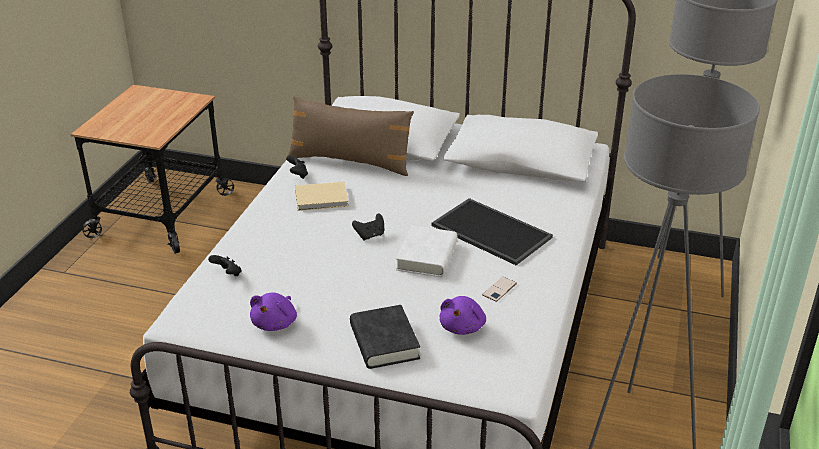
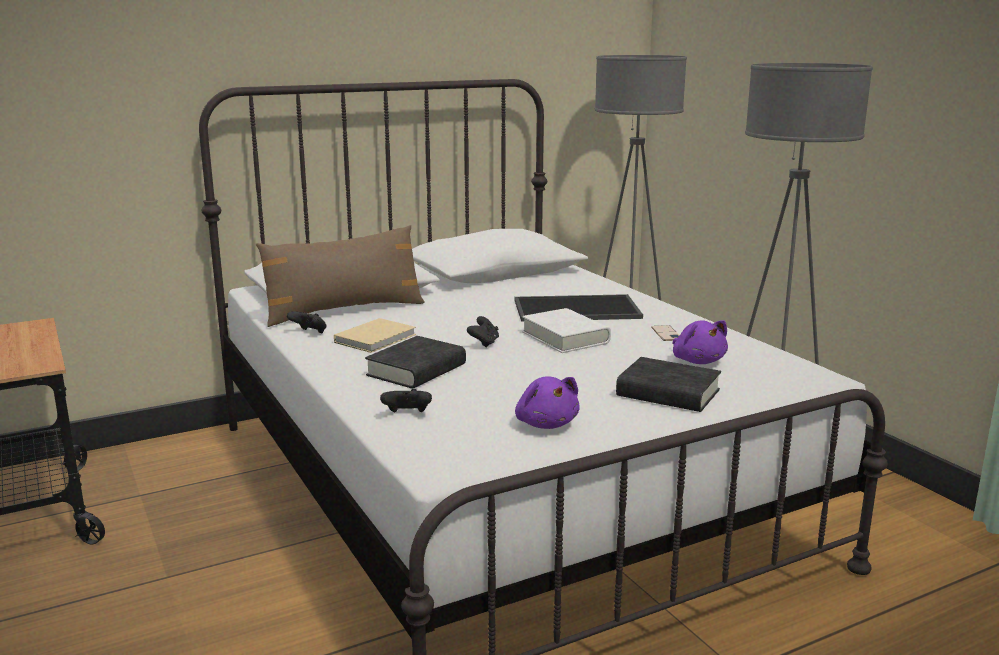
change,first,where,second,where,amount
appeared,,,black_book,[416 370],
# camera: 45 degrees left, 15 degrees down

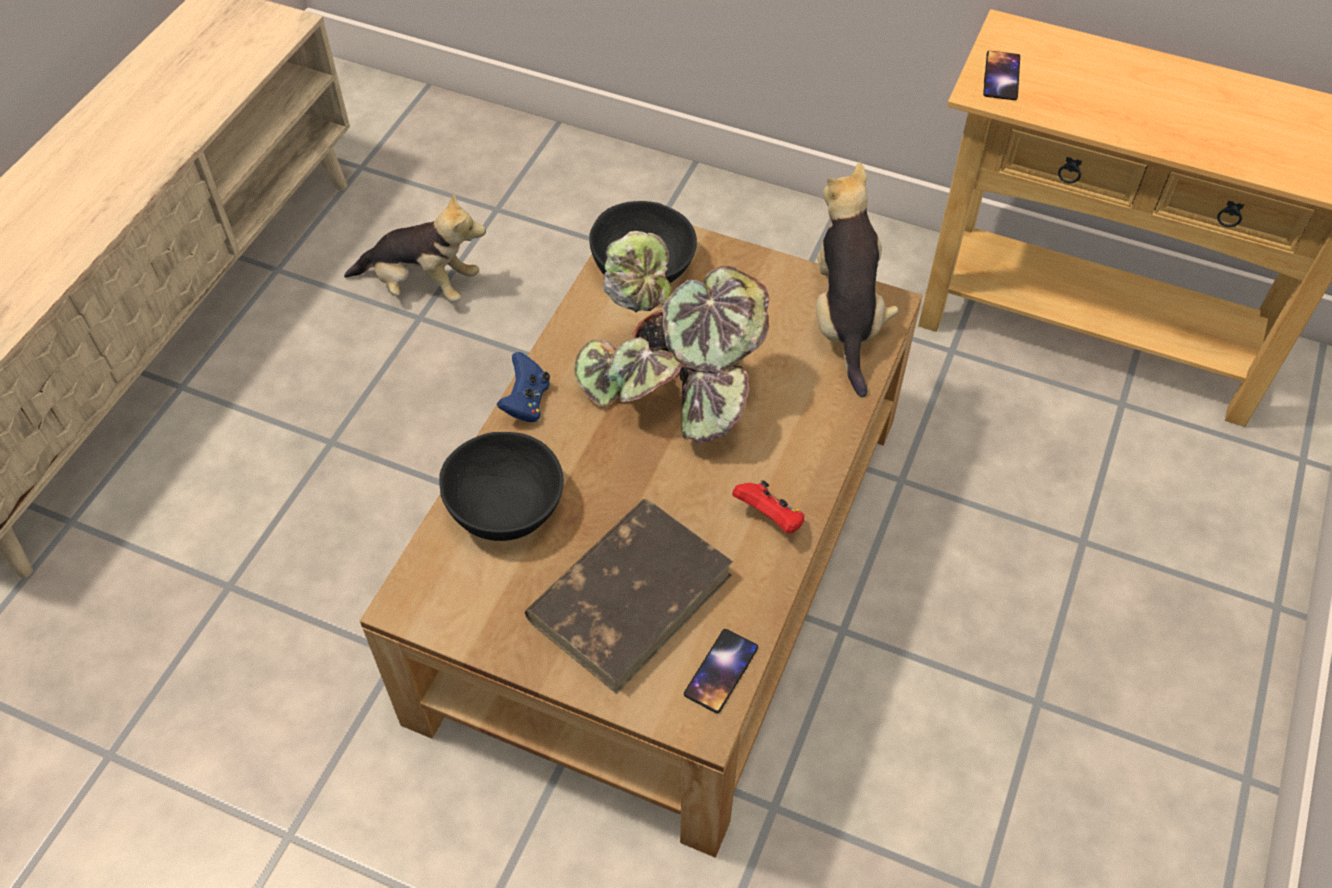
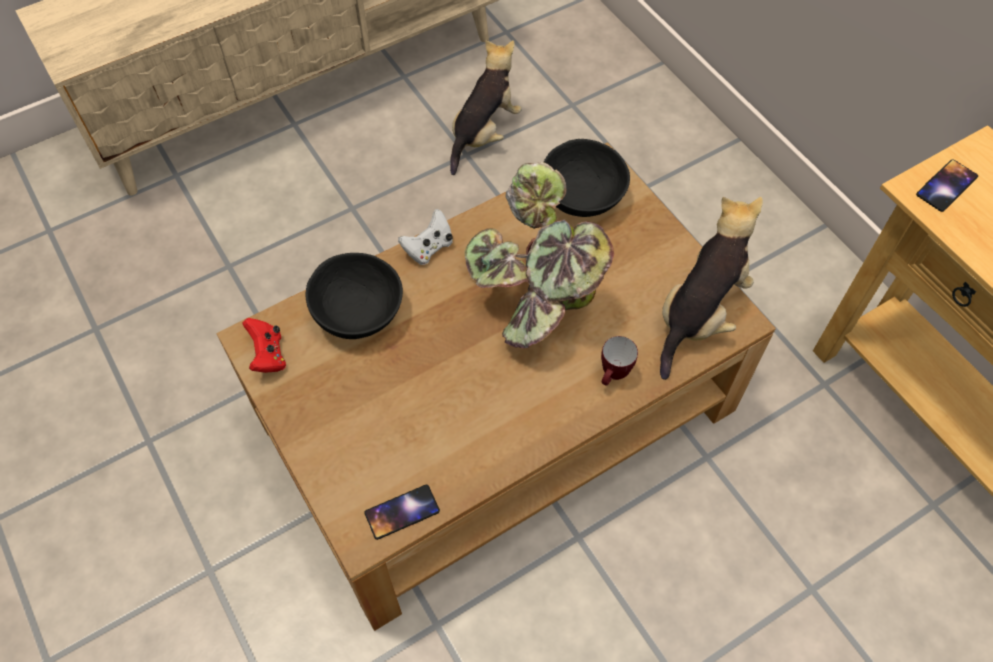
change,first,where,second,where,amount
spun,plush_toy,[422 286],,[484 133],105 degrees counterclockwise
colour,bluish_joypad,[526 402],white_joypad,[428 248],
missing,brown-coloured_book,[631 596],,,
relocated,red_joypad,[770 518],,[268 355],
appeared,,,coffee_mug,[613 376],
# camera: 35 degrees right, 5 degrees up

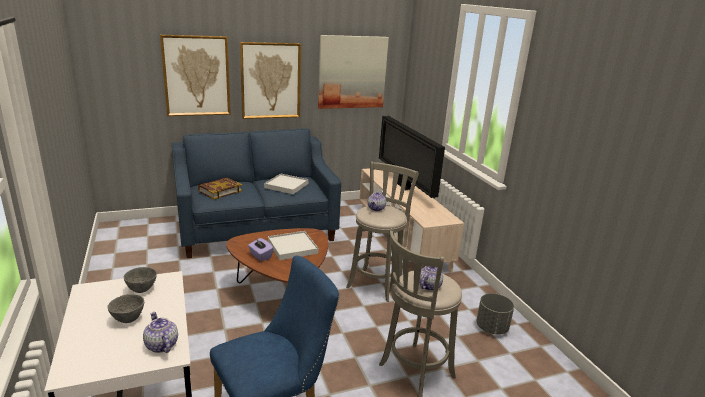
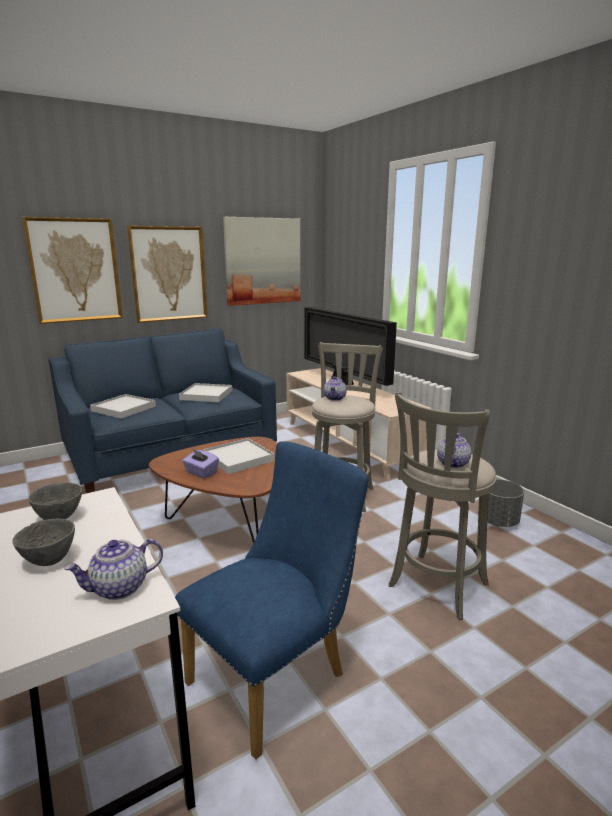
change,first,where,second,where,amount
spun,teapot,[161 345],,[119 588],75 degrees counterclockwise
exchanged,book,[220 191],white_serving_tray,[123 408],
# camera: 10 degrees left, 5 degrees down

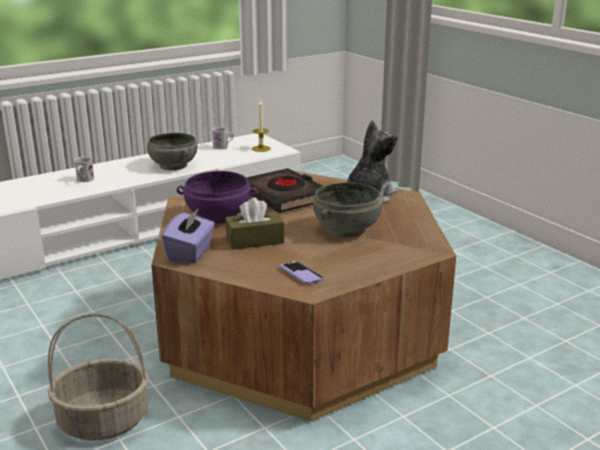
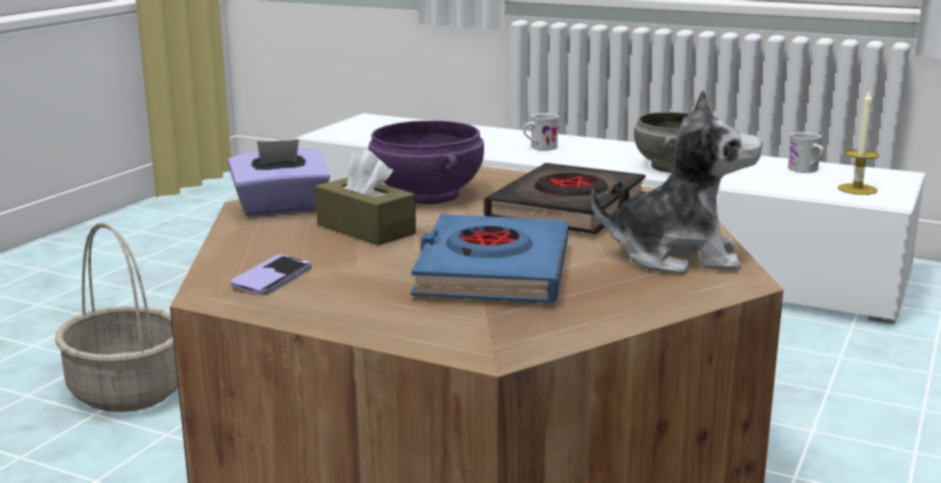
change,first,where,second,where,amount
exchanged,gray_serving_bowl,[347 230],bluish_book,[492 271],
# camera: 60 degrees right, 5 degrees down

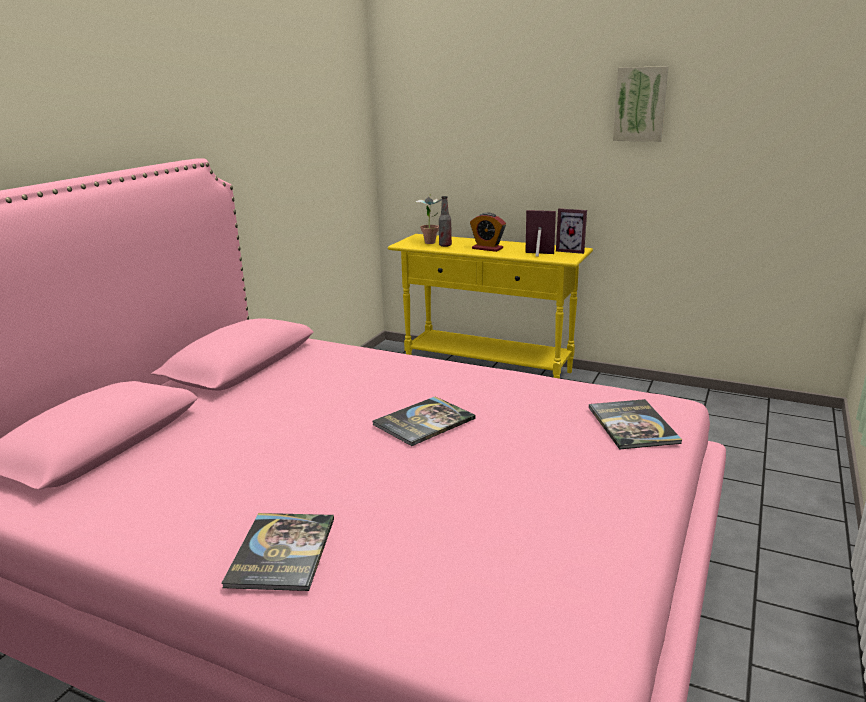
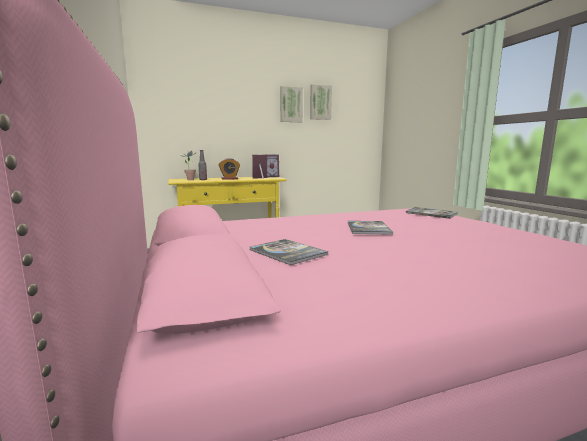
change,first,where,second,where,amount
relocated,book,[282 552],,[287 252],
appeared,,,picture,[320 102],
# camera: 45 degrees left, 10 degrees down

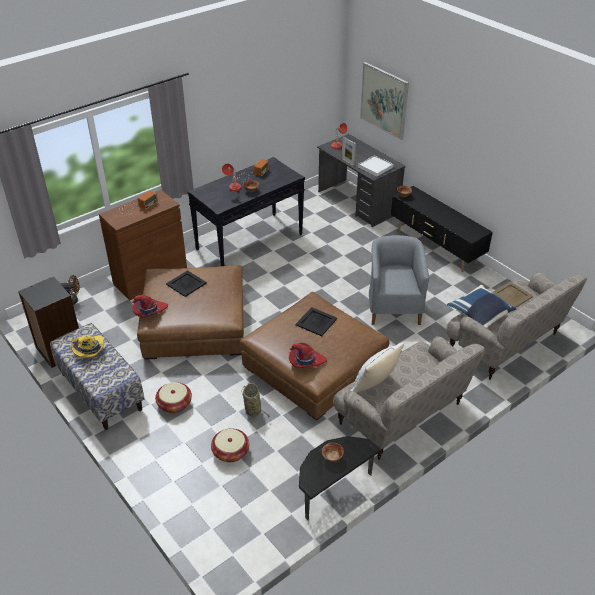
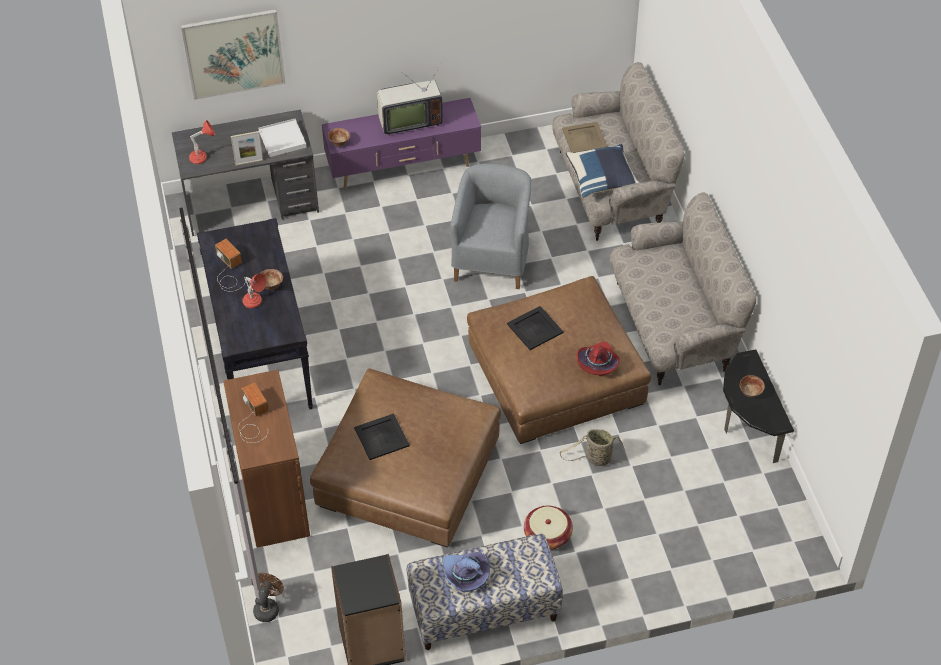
change,first,where,second,where,amount
colour,yellow-coloured_clothing_hat,[90 350],purple_clothing_hat,[465 575],
missing,red_clothing_hat,[149 311],,,
missing,basket,[230 452],,,
missing,white_cushion,[374 386],,,
spun,gray_armchair,[393 306],,[492 257],75 degrees clockwise
colour,black_tv_unit,[435 247],purple_tv_unit,[404 168],
appeared,,,TV_set,[409 121],
# camera: 65 degrees left, 10 degrees up

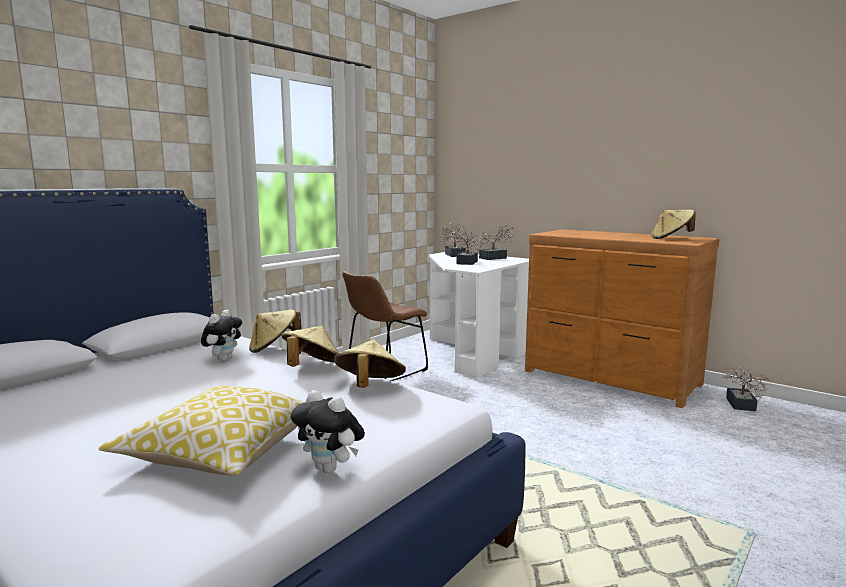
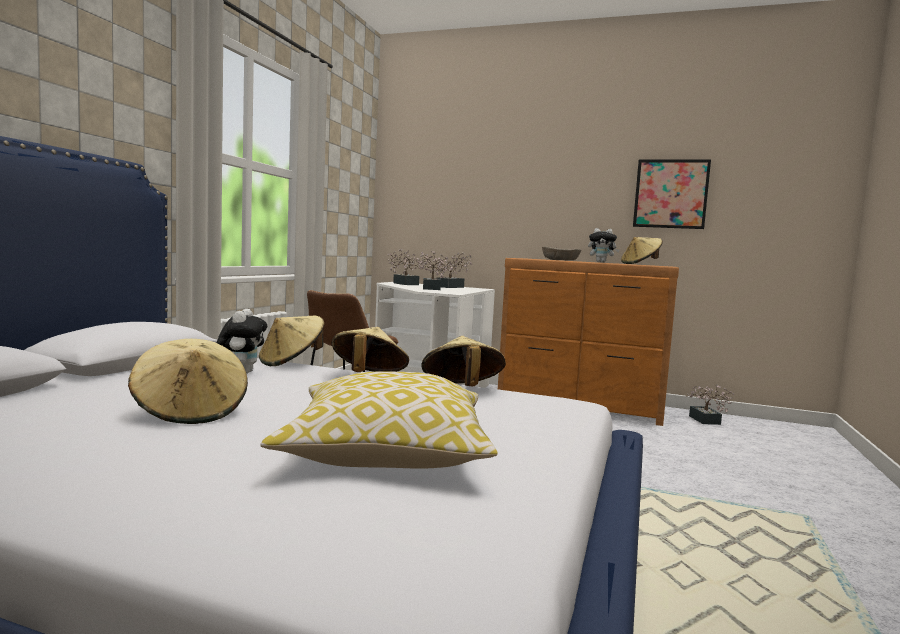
change,first,where,second,where,amount
relocated,plush_toy,[330 469],,[601 262],
appeared,,,beige-coloured_clothing_hat,[191 412],
appeared,,,beige-coloured_serving_bowl,[560 260],
appeared,,,picture,[670 194],
# camera: 20 degrees left, 5 degrees down

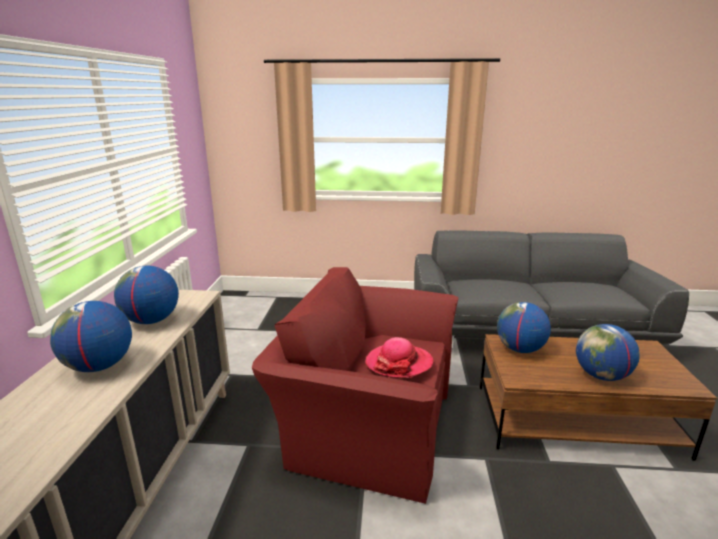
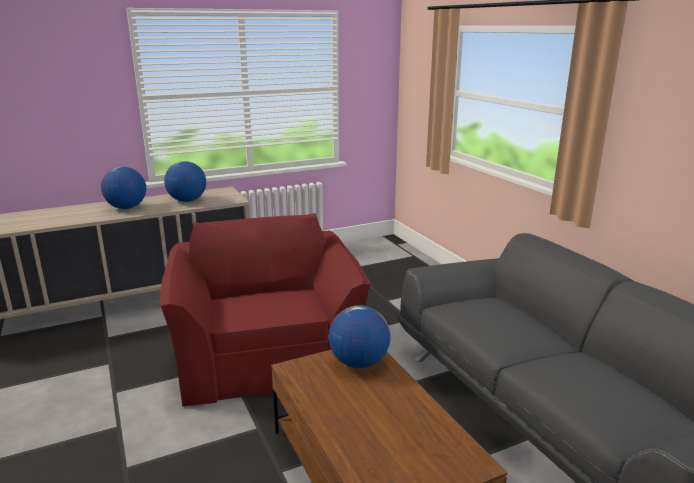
change,first,where,second,where,amount
missing,clothing_hat,[399 363],,,
missing,world_globe,[601 376],,,
# camera: 60 degrees right, 0 degrees up

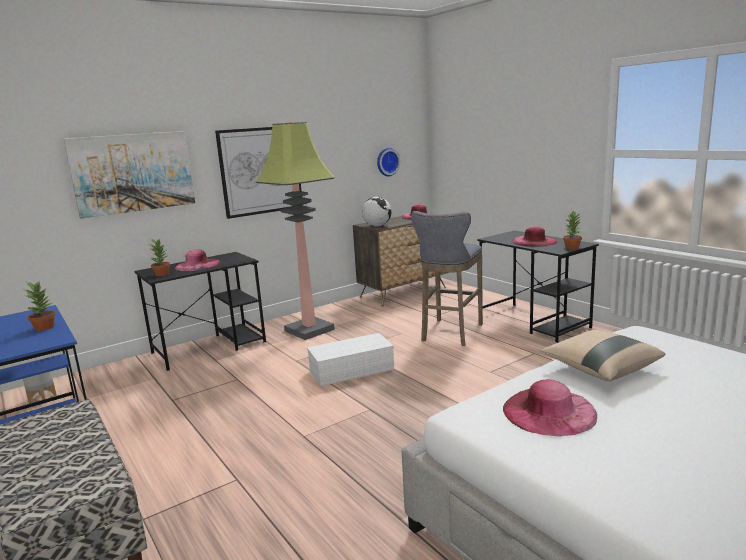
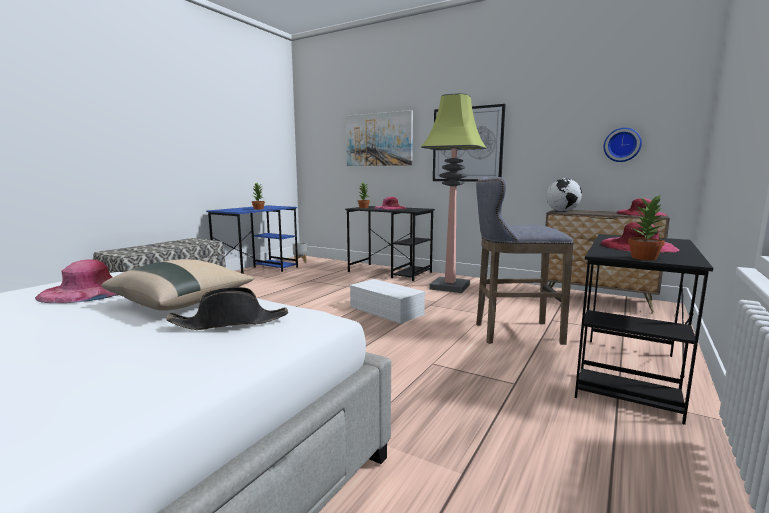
change,first,where,second,where,amount
appeared,,,black_clothing_hat,[231 322],
# camera: 65 degrees right, 5 degrees down

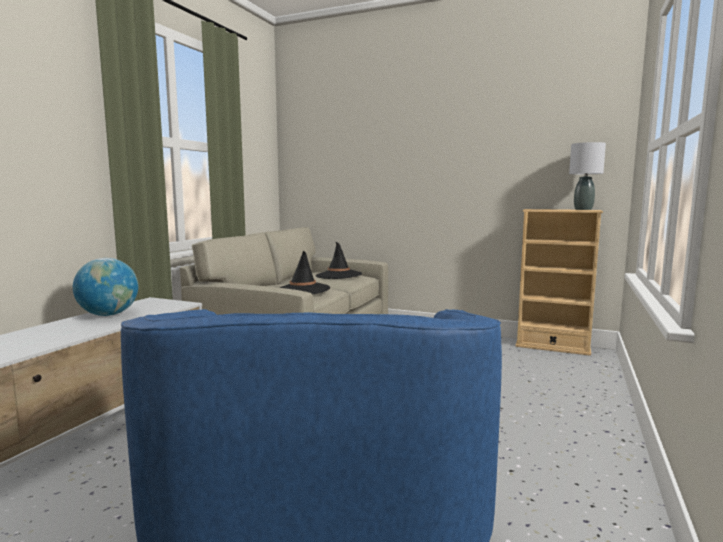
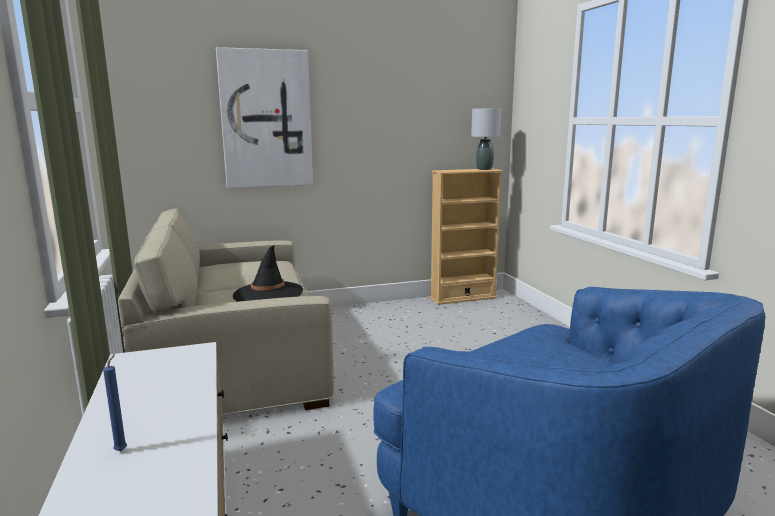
change,first,where,second,where,amount
missing,world_globe,[109 314],,,
missing,black_clothing_hat,[338 275],,,
appeared,,,bluish_candle,[122 450],
appeared,,,picture,[266 119],
# camera: 40 degrees left, 5 degrees up

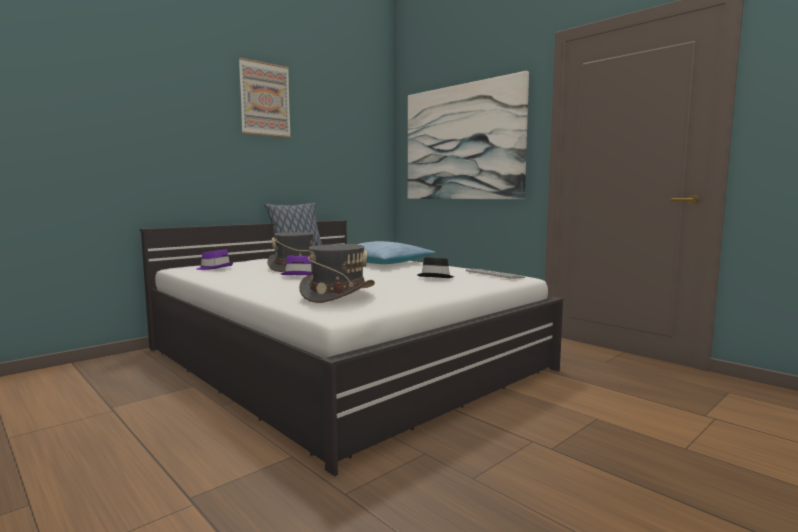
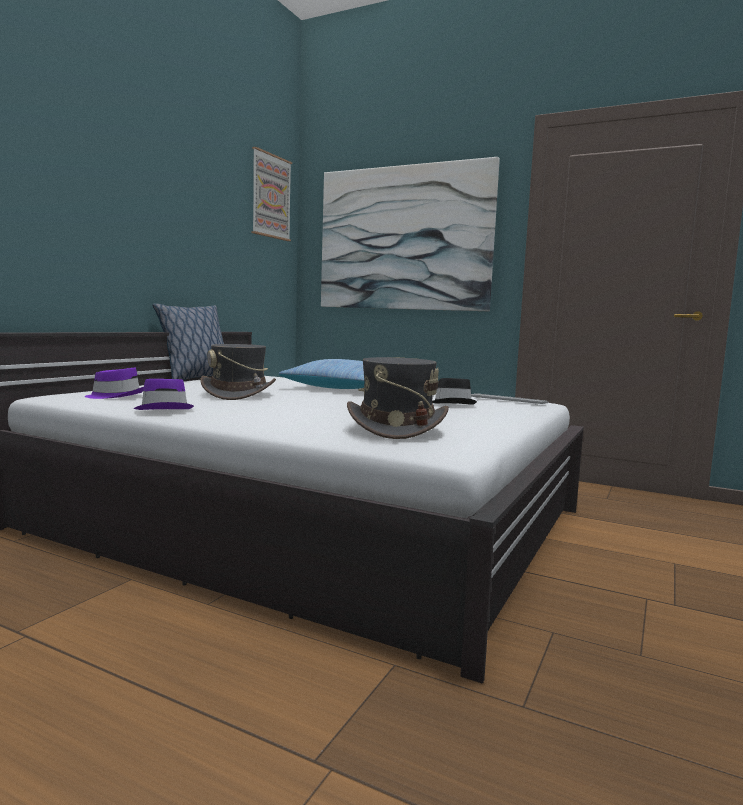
change,first,where,second,where,amount
relocated,picture,[264 99],,[270 196],
relocated,purple_clothing_hat,[299 275],,[164 409],
# camera: 20 degrees left, 0 degrees up

